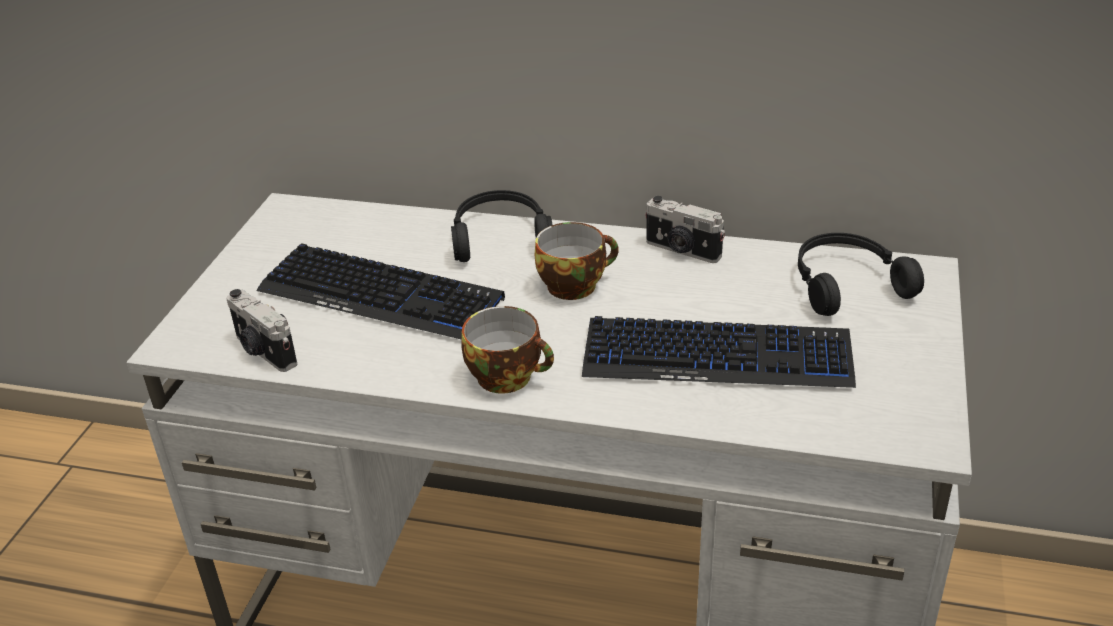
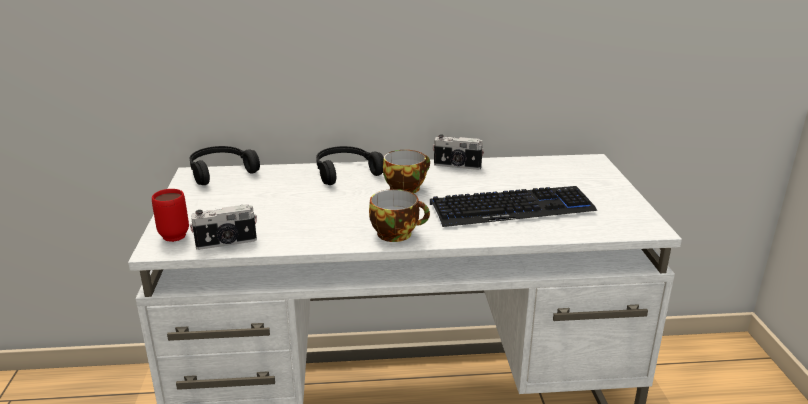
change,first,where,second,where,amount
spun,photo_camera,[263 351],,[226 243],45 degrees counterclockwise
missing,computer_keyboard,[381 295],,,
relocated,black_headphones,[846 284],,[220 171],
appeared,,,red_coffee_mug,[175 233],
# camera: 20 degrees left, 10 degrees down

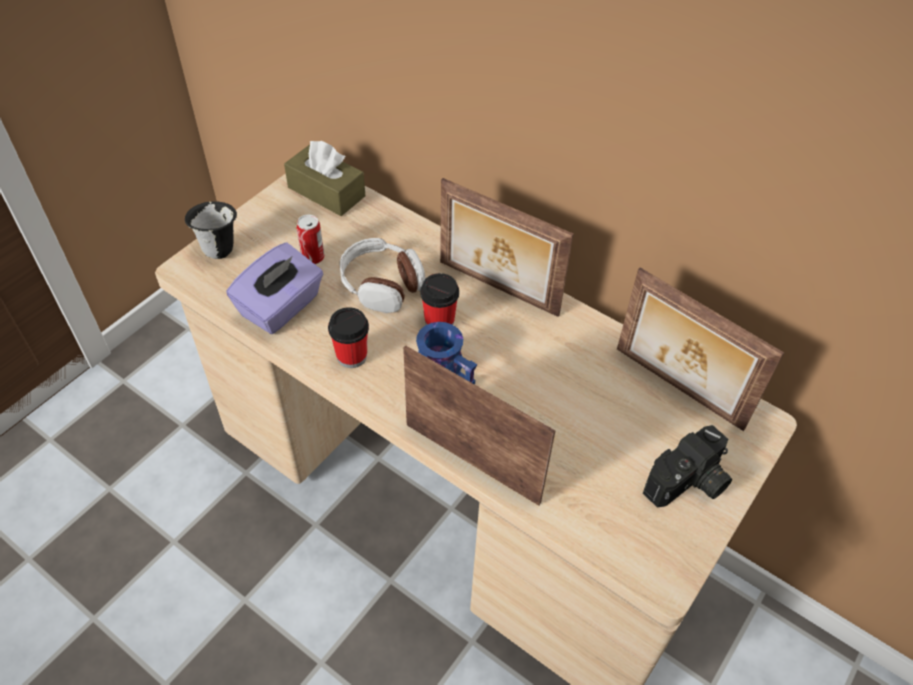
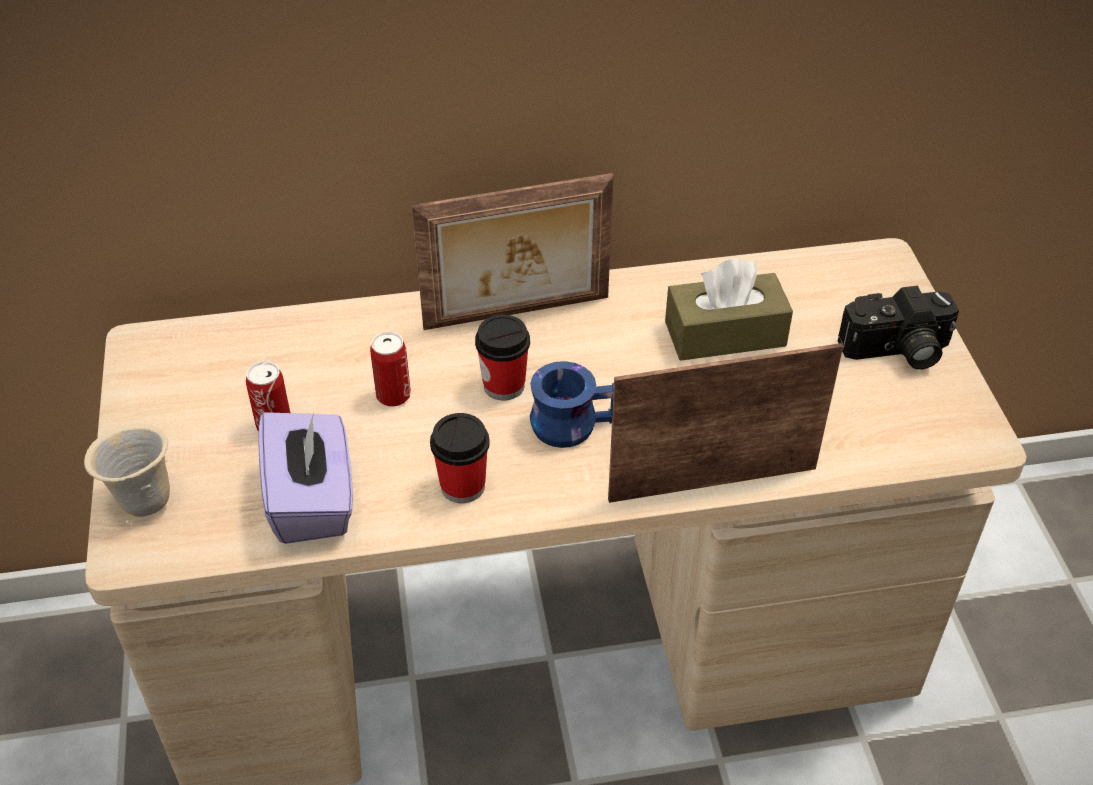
change,first,where,second,where,amount
colour,black_coffee_mug,[219 249],beige-coloured_coffee_mug,[142 500],
relocated,brown-coloured_tissue_holder,[326 192],,[725 334],
exchanged,headphones,[382 284],can,[393 395],
missing,picture_frame,[677 389],,,
spun,photo_camera,[688 483],,[897 351],75 degrees clockwise
# camera: 45 degrees left, 5 degrees down

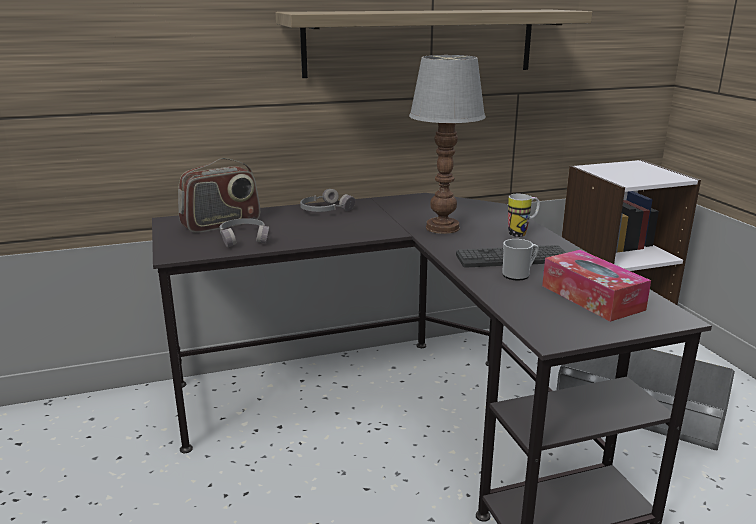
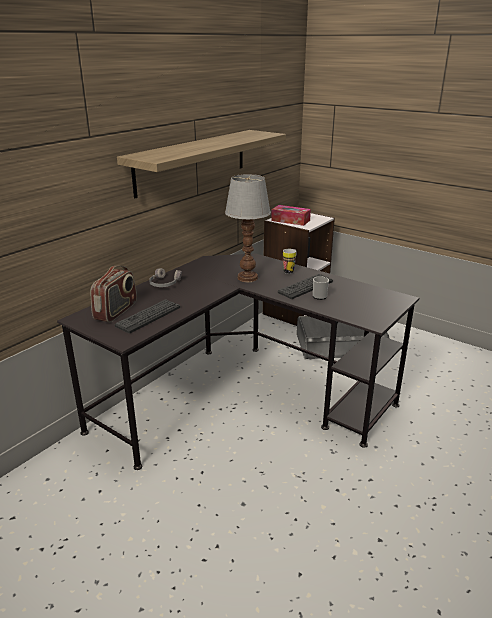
change,first,where,second,where,amount
exchanged,gray_headphones,[244 238],computer_keyboard,[148 316],
relocated,tissue_holder,[592 297],,[290 220],
# camera: 35 degrees left, 5 degrees up

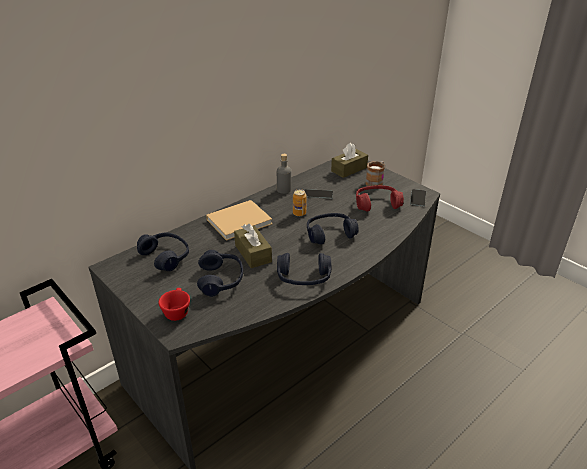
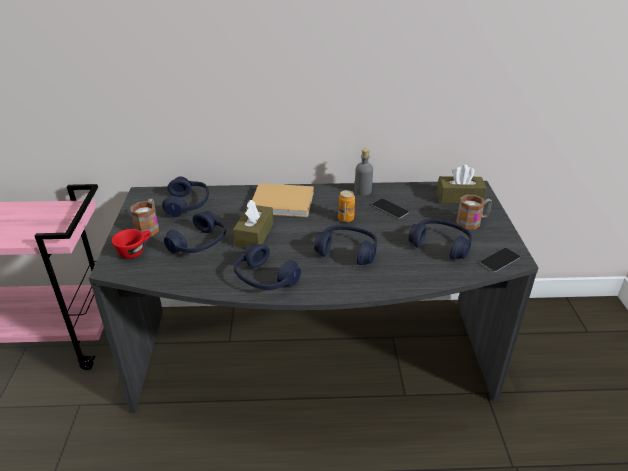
change,first,where,second,where,amount
colour,red_headphones,[377 204],bluish_headphones,[440 245],
appeared,,,coffee_mug,[149 227],
# camera: 40 degrees right, 0 degrees up

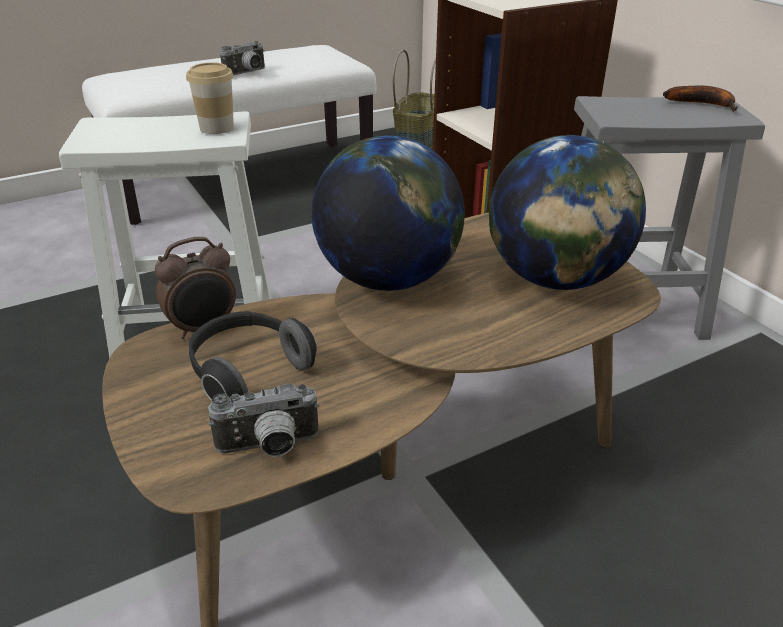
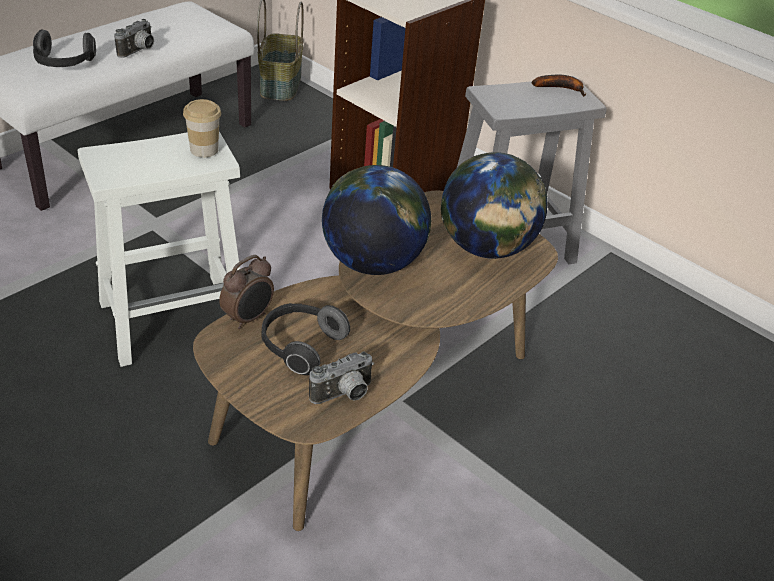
change,first,where,second,where,amount
appeared,,,headphones,[63 64],
# camera: 20 degrees left, 5 degrees up

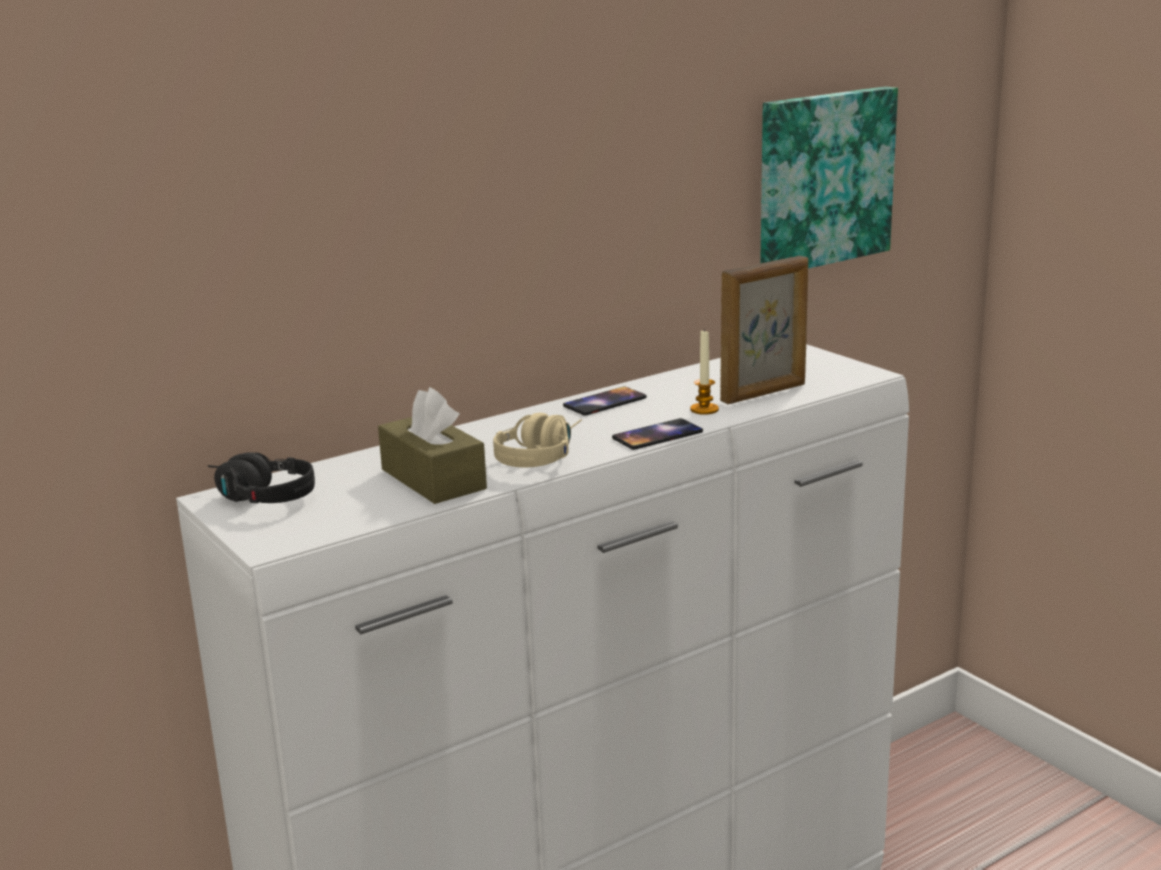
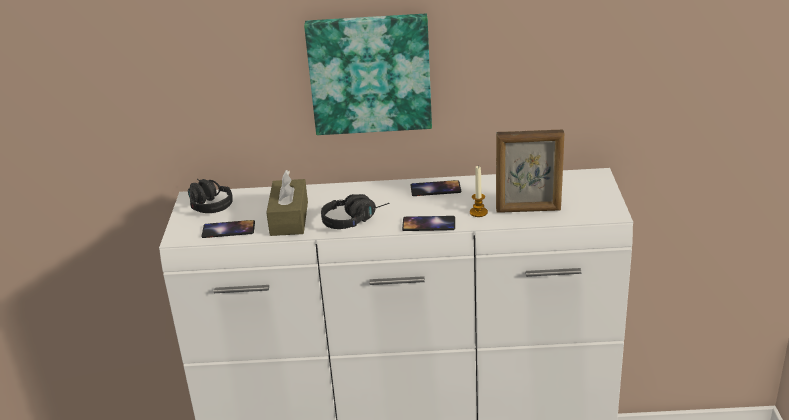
change,first,where,second,where,amount
colour,beige-coloured_headphones,[541 456],black_headphones,[355 219],
relocated,picture,[822 178],,[370 73],
appeared,,,telephone,[228 229],
# camera: 35 degrees right, 10 degrees up

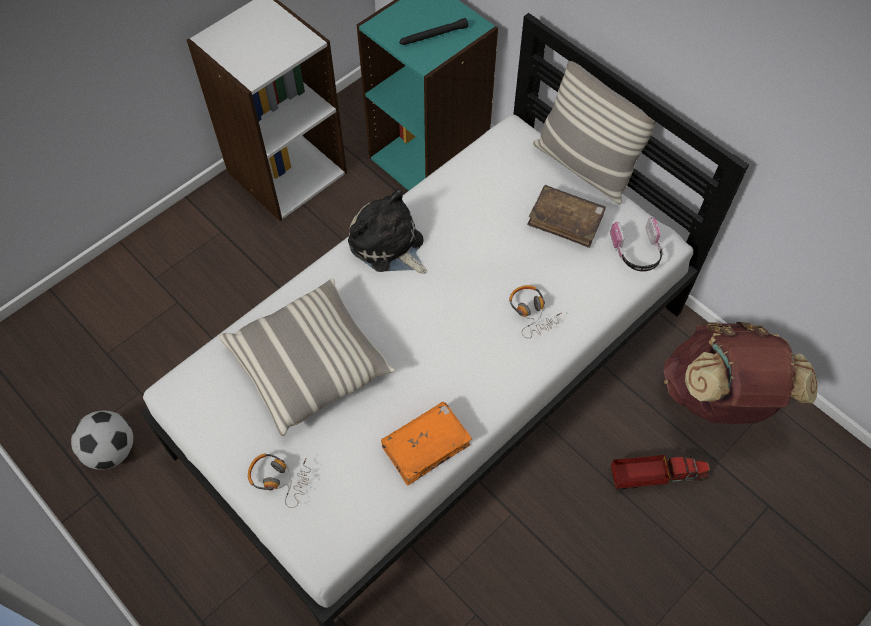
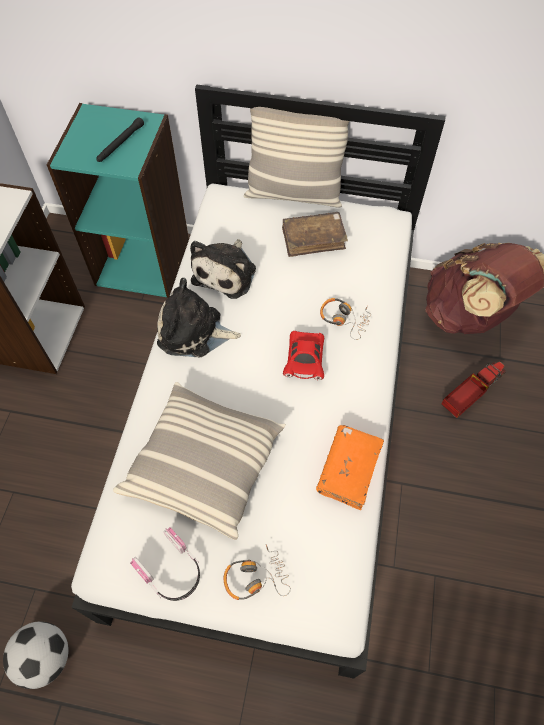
change,first,where,second,where,amount
relocated,headphones,[637 252],,[172 571],
appeared,,,plush_toy,[226 272],
appeared,,,red_model_car,[304 360],
# camera: 35 degrees left, 0 degrees up

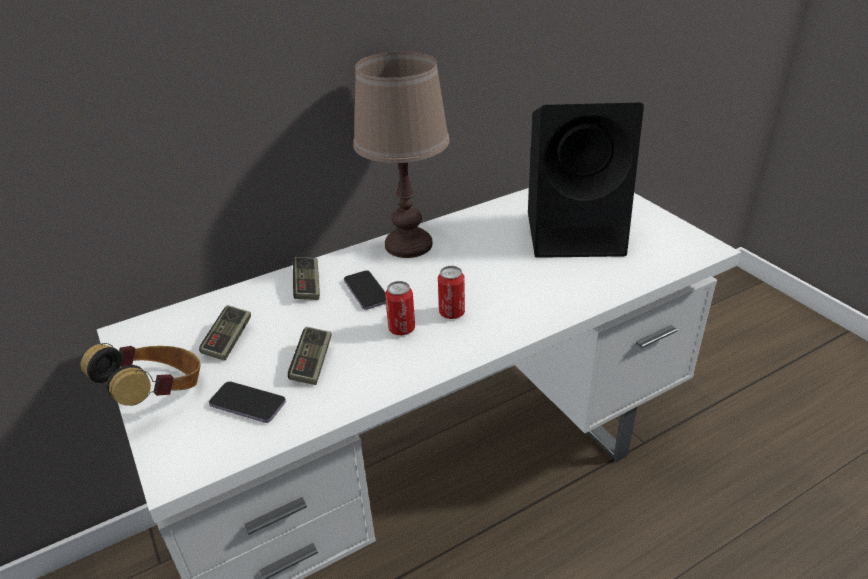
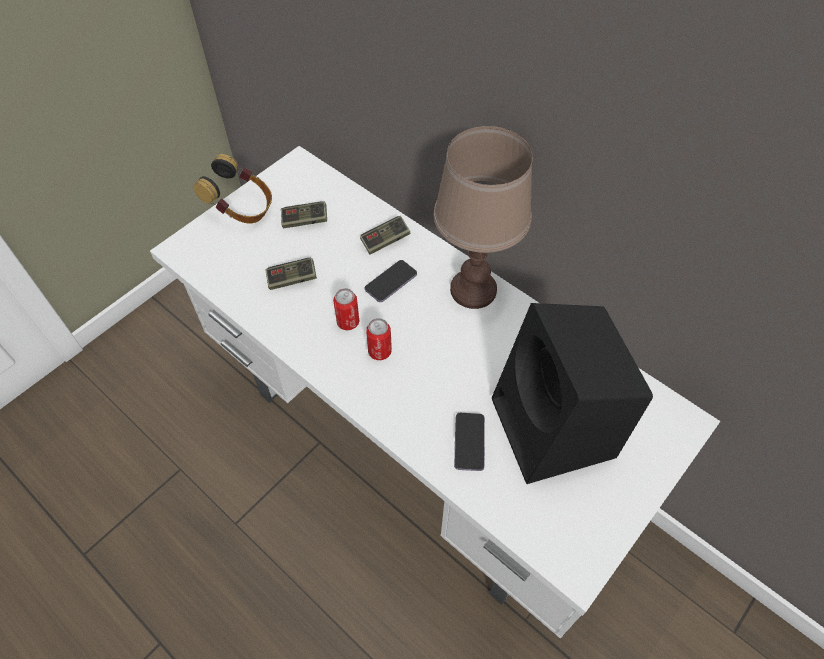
change,first,where,second,where,amount
relocated,telephone,[248 403],,[469 442],
# camera: 70 degrees right, 20 degrees up

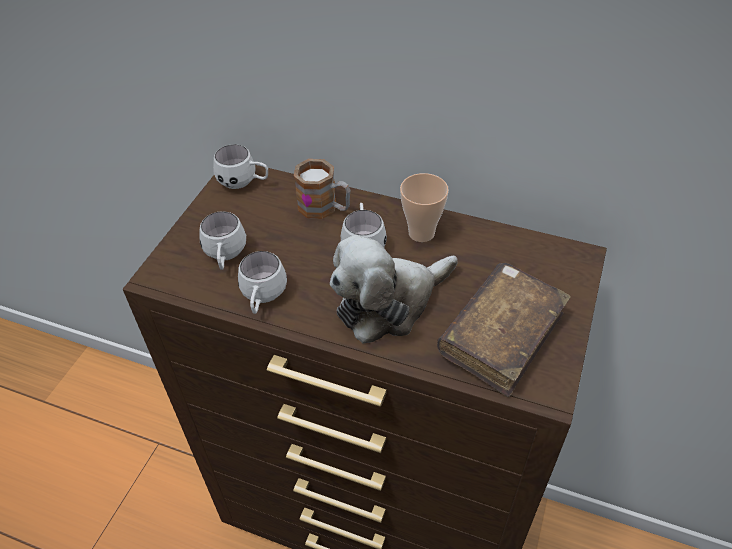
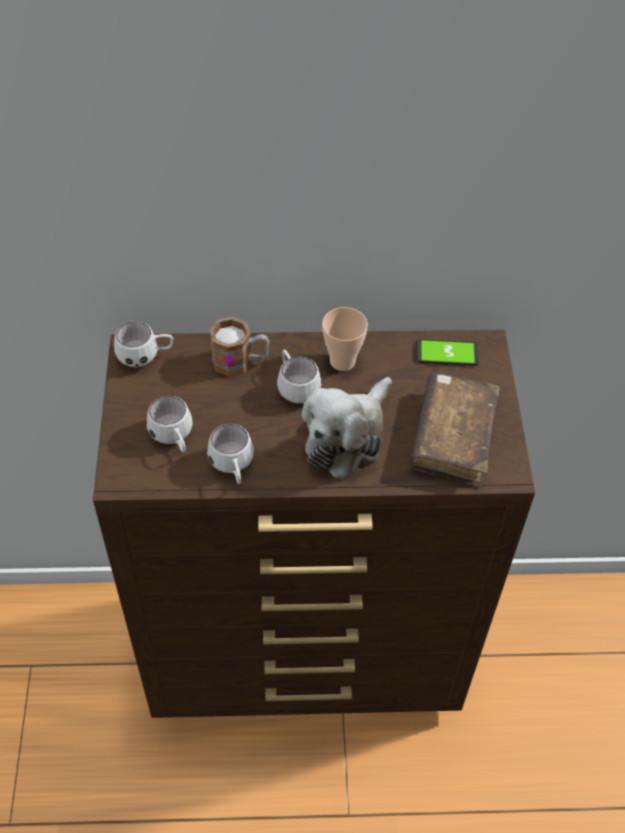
change,first,where,second,where,amount
appeared,,,telephone,[447 353],
# camera: 25 degrees left, 5 degrees up

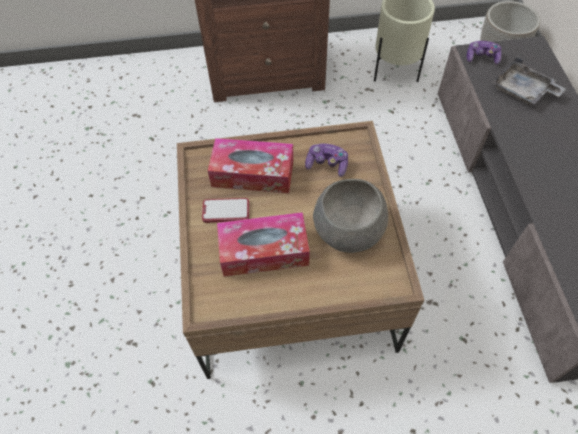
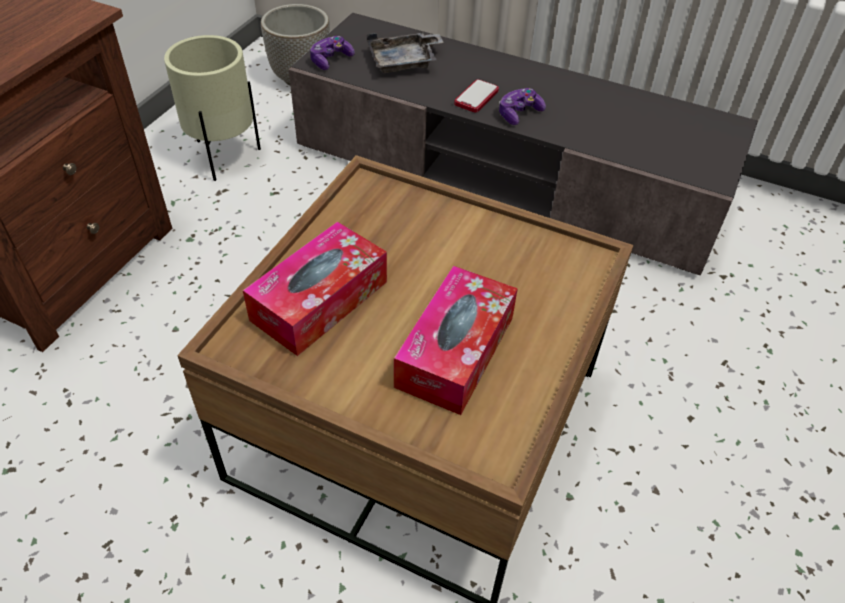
change,first,where,second,where,amount
relocated,telephone,[226 211],,[476 97],
relocated,joypad,[327 164],,[519 113],
missing,gray_serving_bowl,[348 228],,,
# camera: 60 degrees left, 10 degrees down

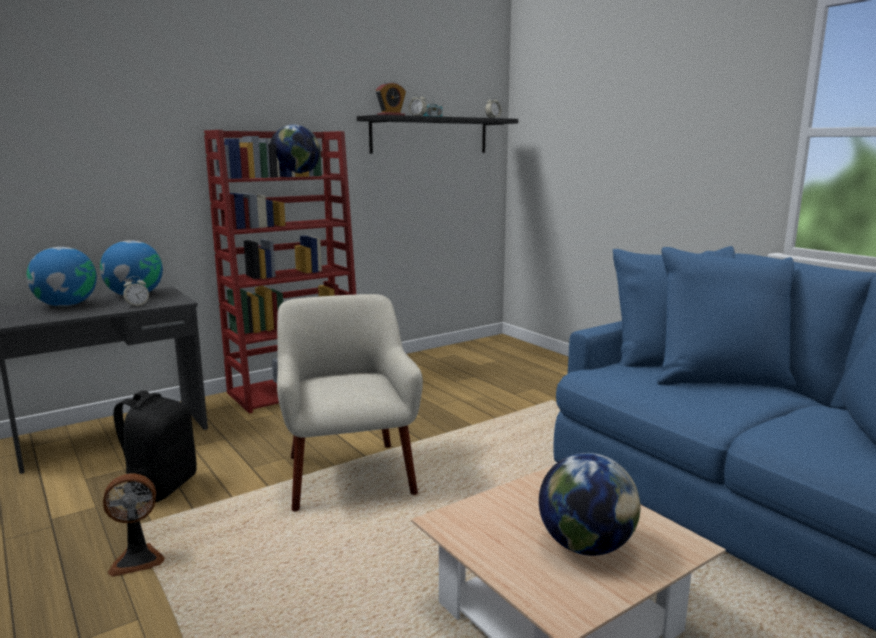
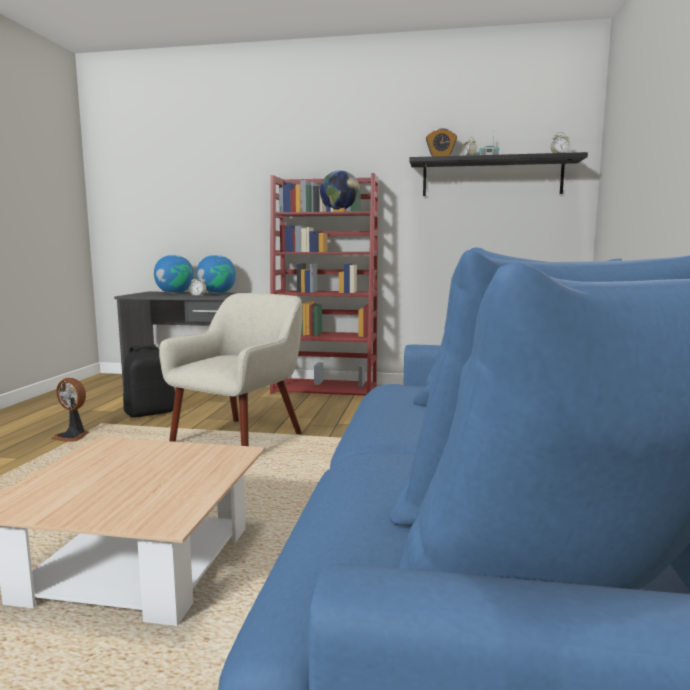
change,first,where,second,where,amount
missing,world_globe,[585 546],,,
# camera: 45 degrees right, 5 degrees down

